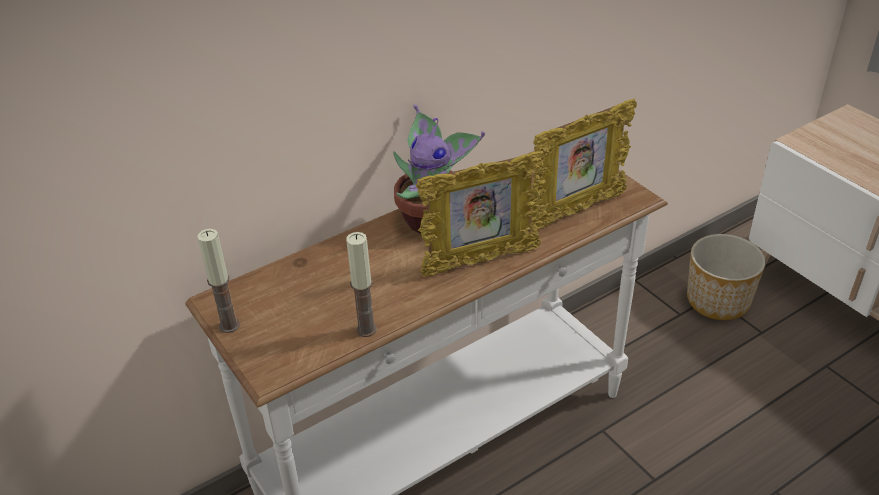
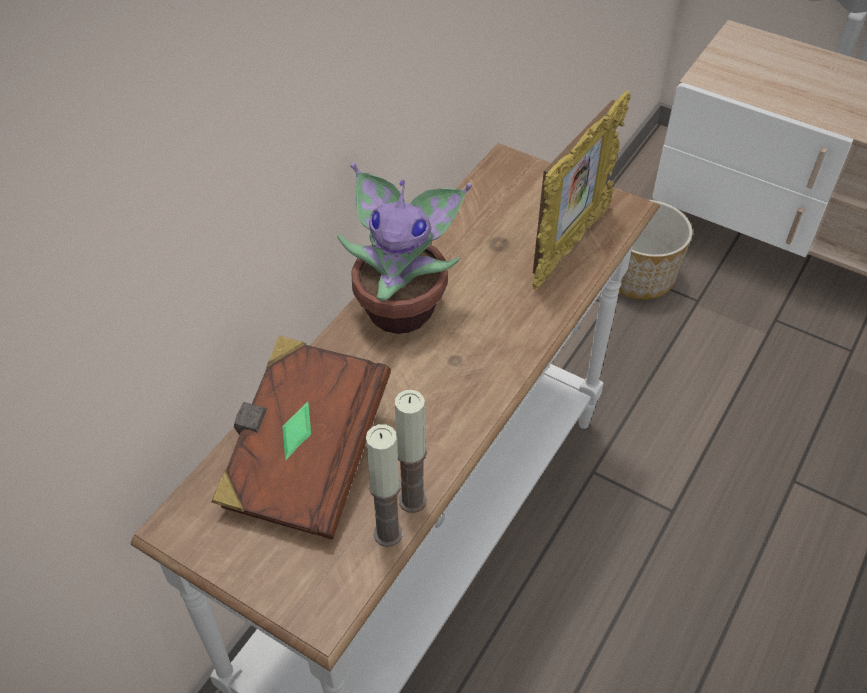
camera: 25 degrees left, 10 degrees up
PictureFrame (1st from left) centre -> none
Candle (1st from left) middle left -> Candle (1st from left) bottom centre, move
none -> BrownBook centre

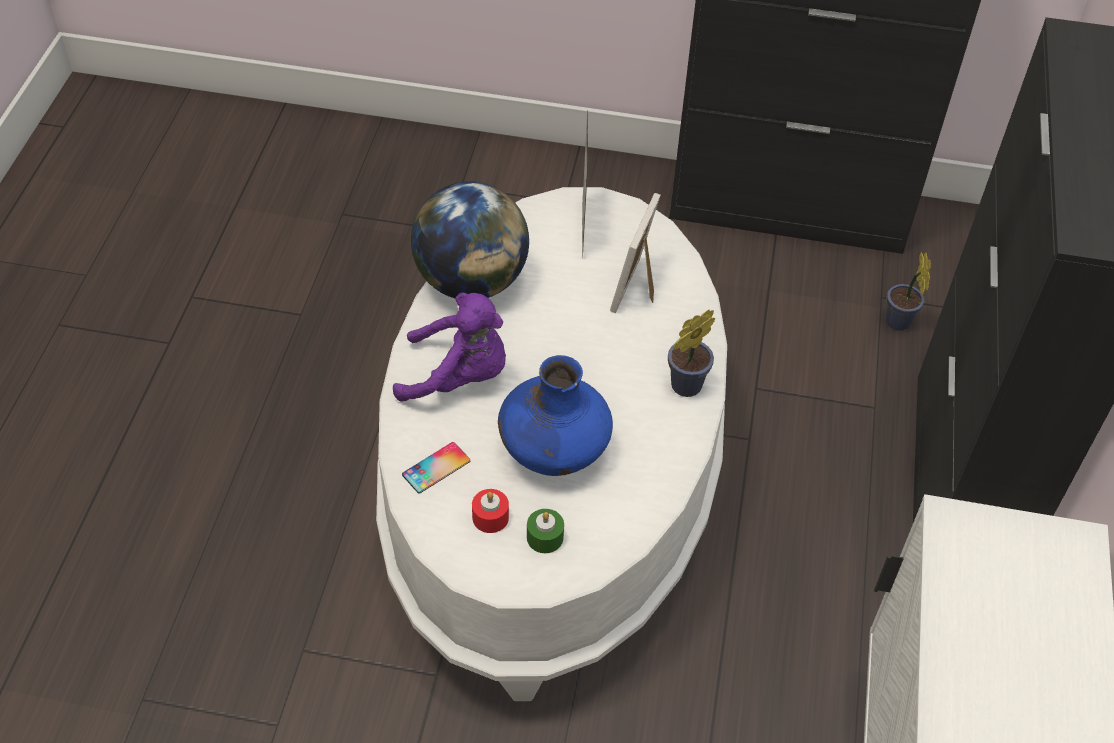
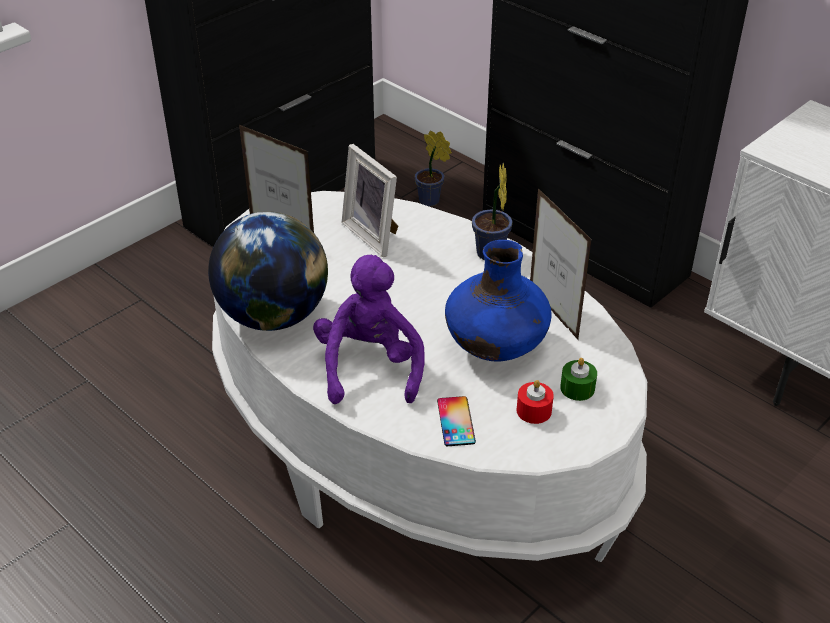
camera: 55 degrees left, 10 degrees down
PurplePlushToy centre, 45 degrees counterclockwise
none -> PictureFrame (3rd from left) middle right

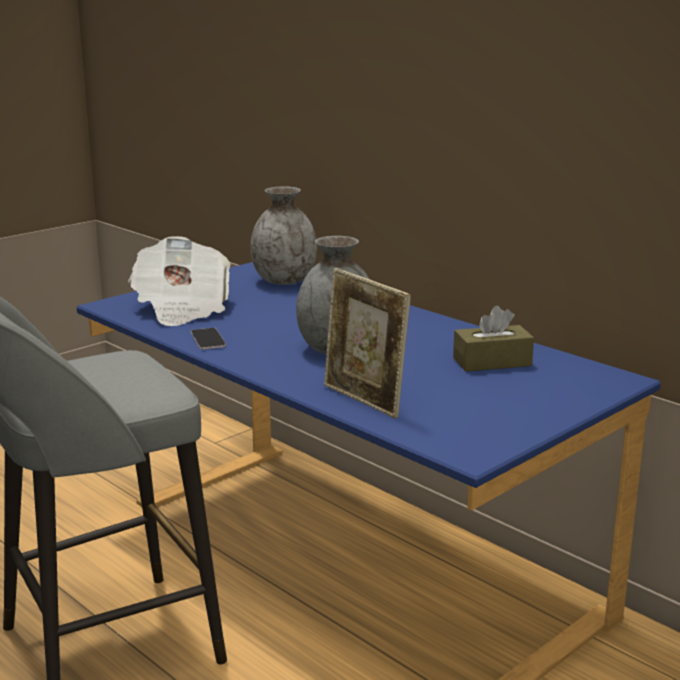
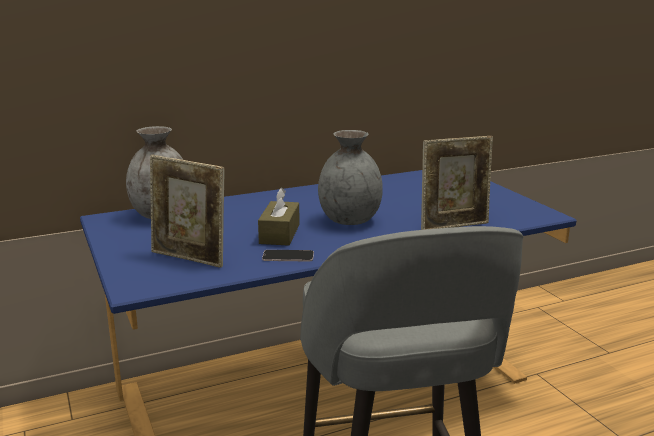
camera: 70 degrees left, 0 degrees up
Newspaper middle left -> PictureFrame (1st from left) middle left
BrownTissueBox middle right -> BrownTissueBox centre, move

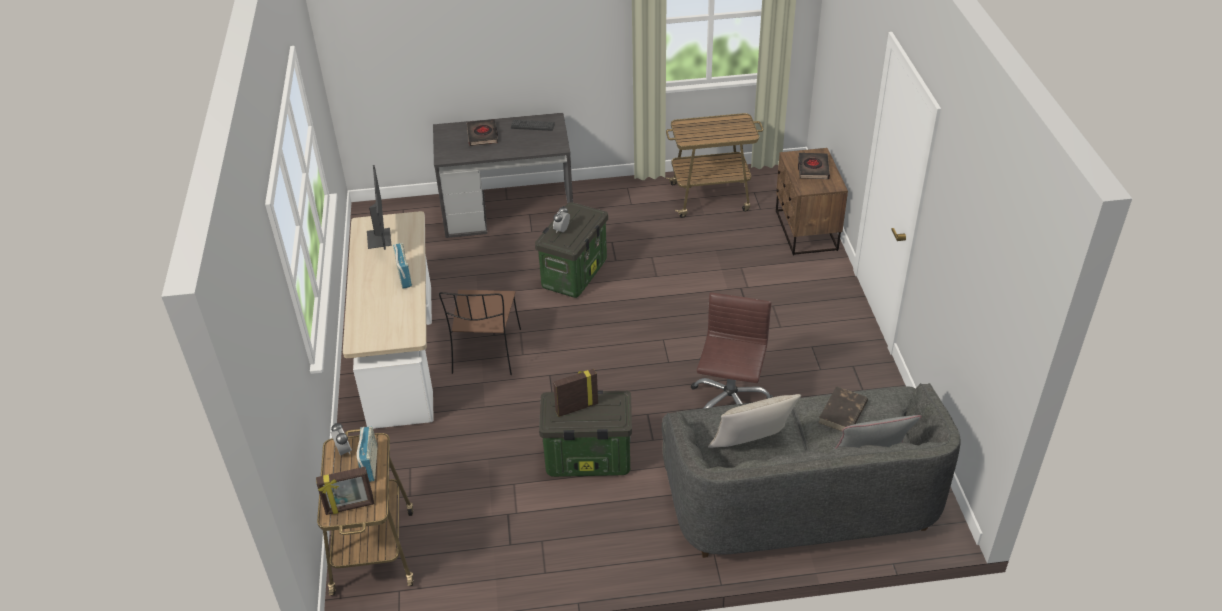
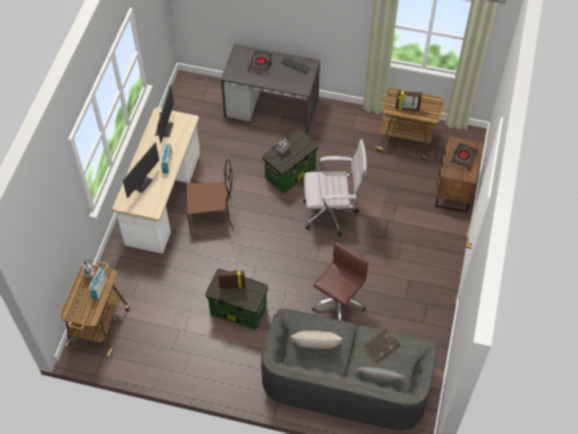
camera: 20 degrees right, 15 degrees up
BrownChair centre, 120 degrees counterclockwise
PictureFrame (1st from left in the first image) bottom left -> PictureFrame (2nd from left) top right, move
none -> WhiteOfficeChair centre
none -> Monitor (1st from left) middle left

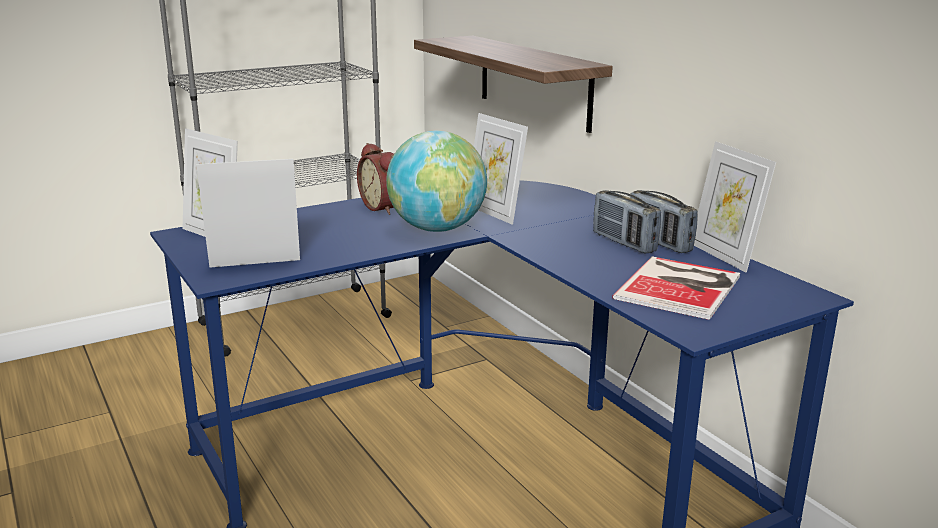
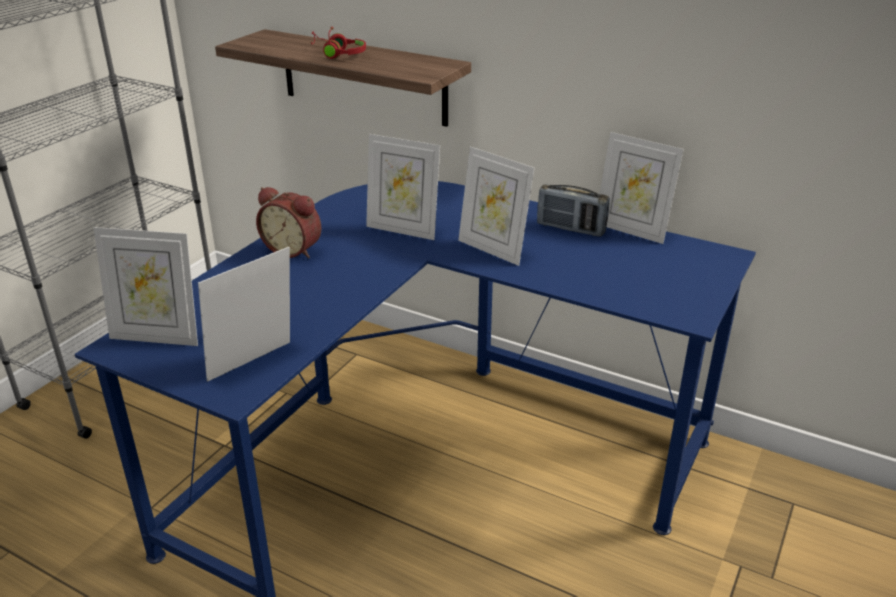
camera: 30 degrees left, 10 degrees up
Globe centre -> none
Radio (1st from left) middle right -> none
Book middle right -> none
none -> RedHeadphones top centre
none -> PictureFrame (4th from left) centre

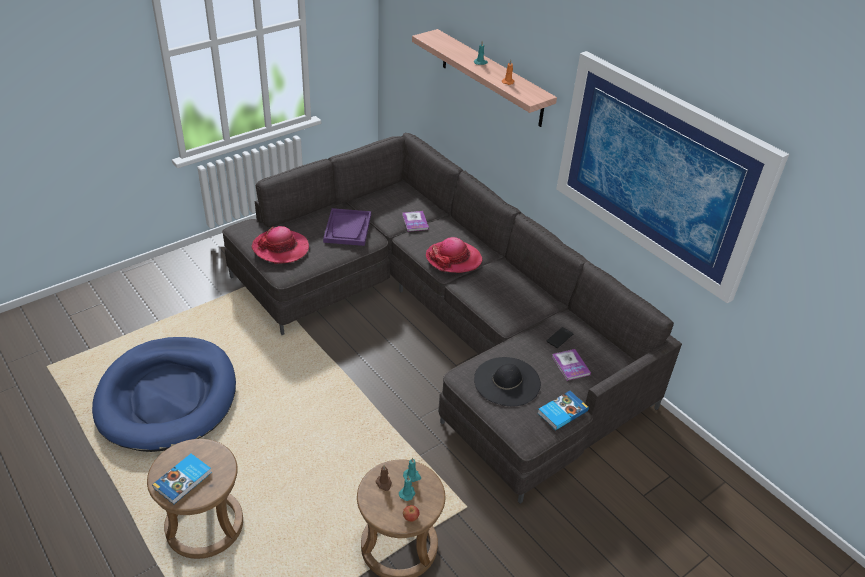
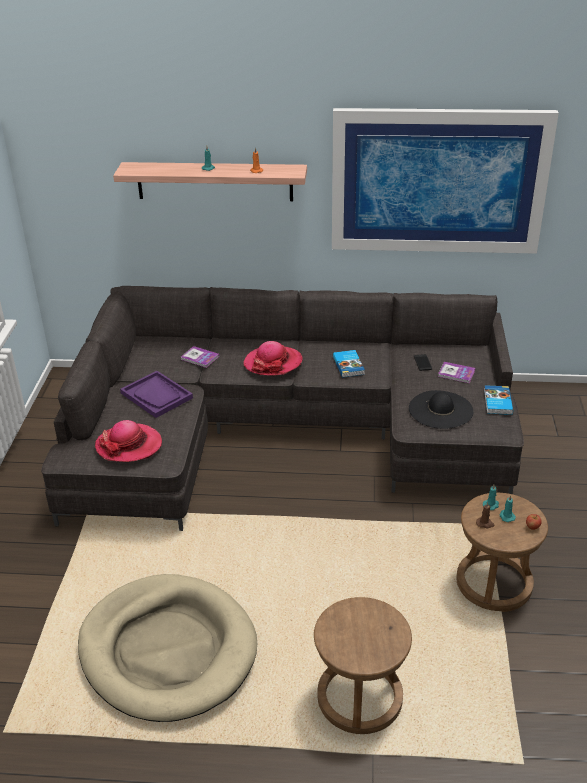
camera: 45 degrees left, 5 degrees down
BlueDogBed bottom left -> BeigeDogBed bottom left
Book (1st from left in the first image) bottom left -> Book (2nd from left) centre, move

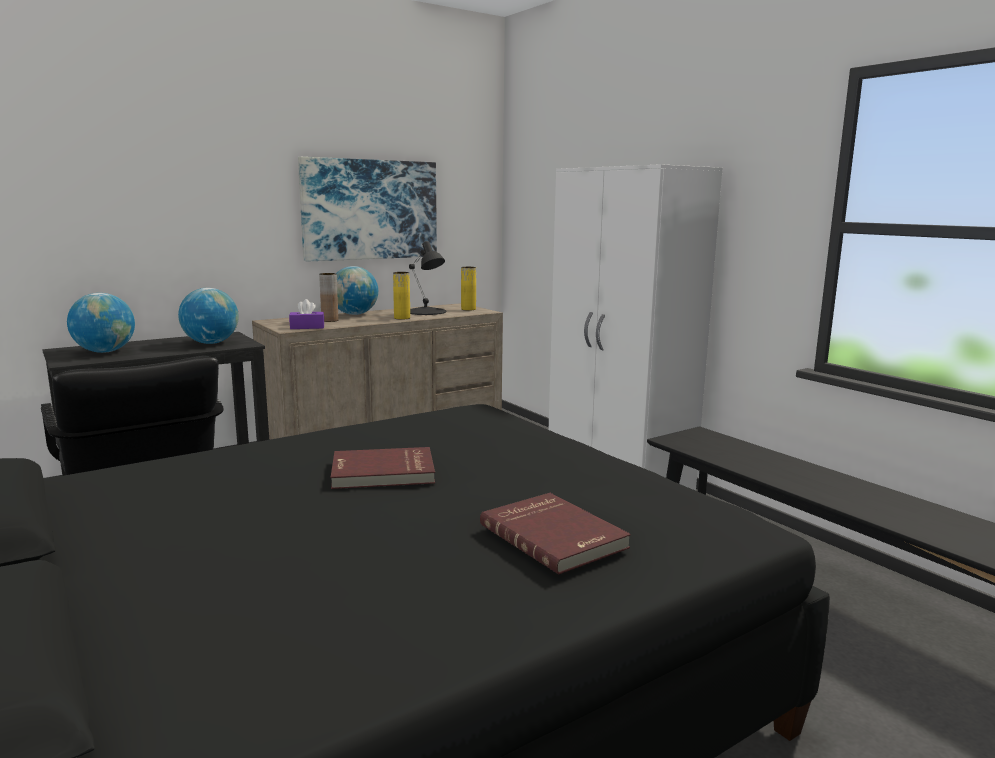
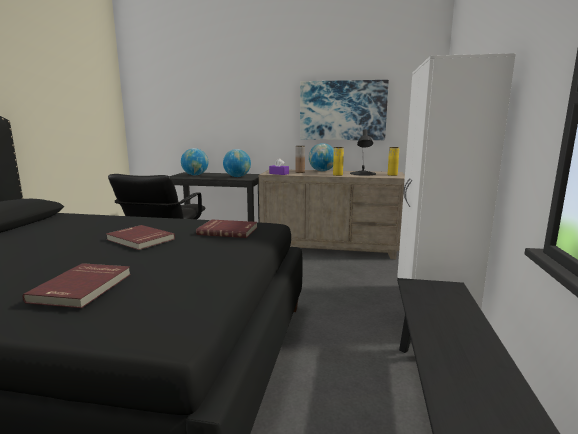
camera: 45 degrees right, 0 degrees up
none -> RedBook (3rd from left) centre

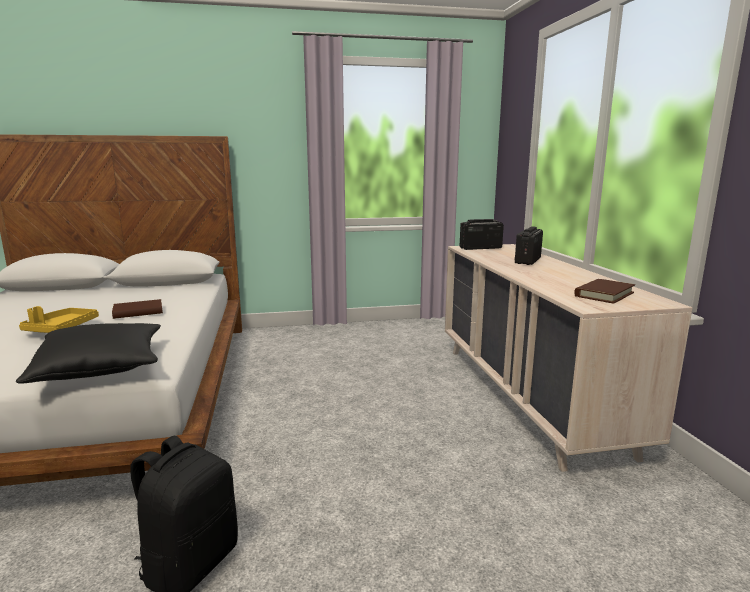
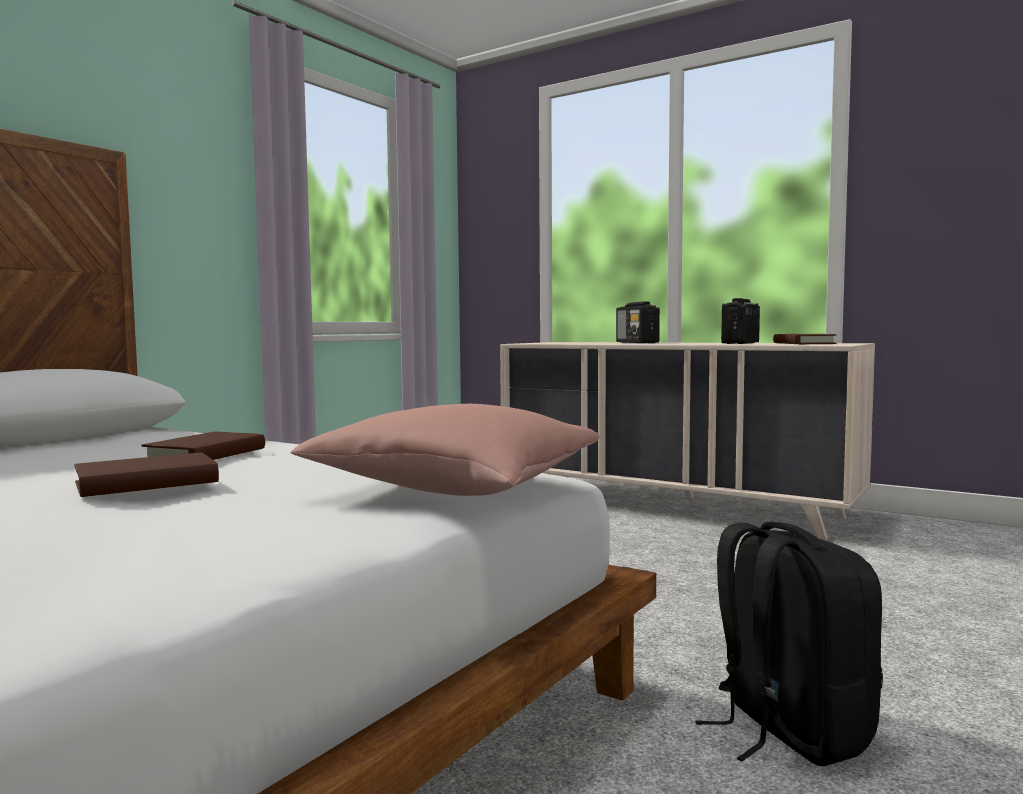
camera: 45 degrees left, 10 degrees down
Radio (1st from left in the first image) centre -> Radio (2nd from left) middle right, move
YellowTray middle left -> BrownBook (1st from left) middle left
BlackPillow middle left -> PinkPillow centre

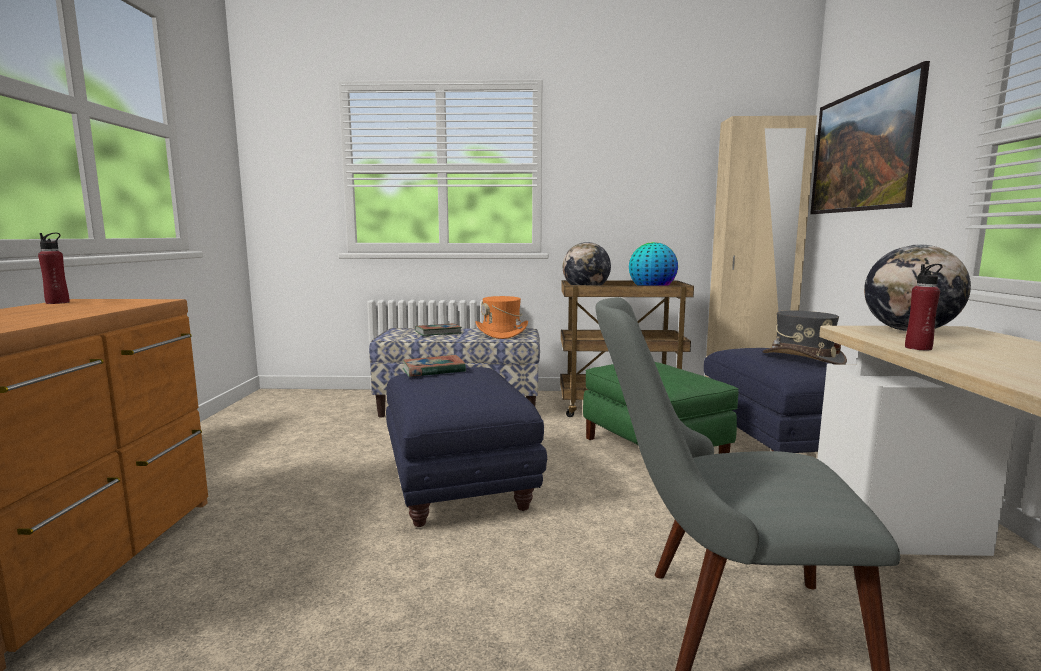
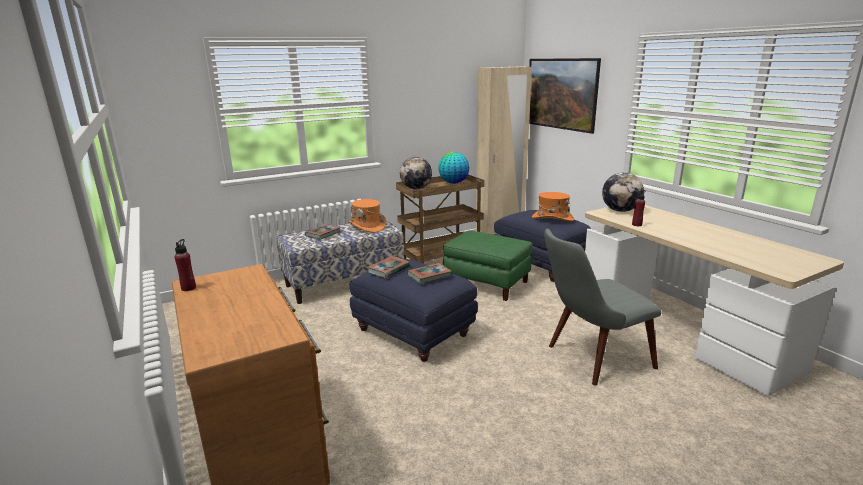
camera: 30 degrees left, 10 degrees up
GreyHat middle right -> OrangeHat (2nd from left) centre
none -> Book (3rd from left) centre

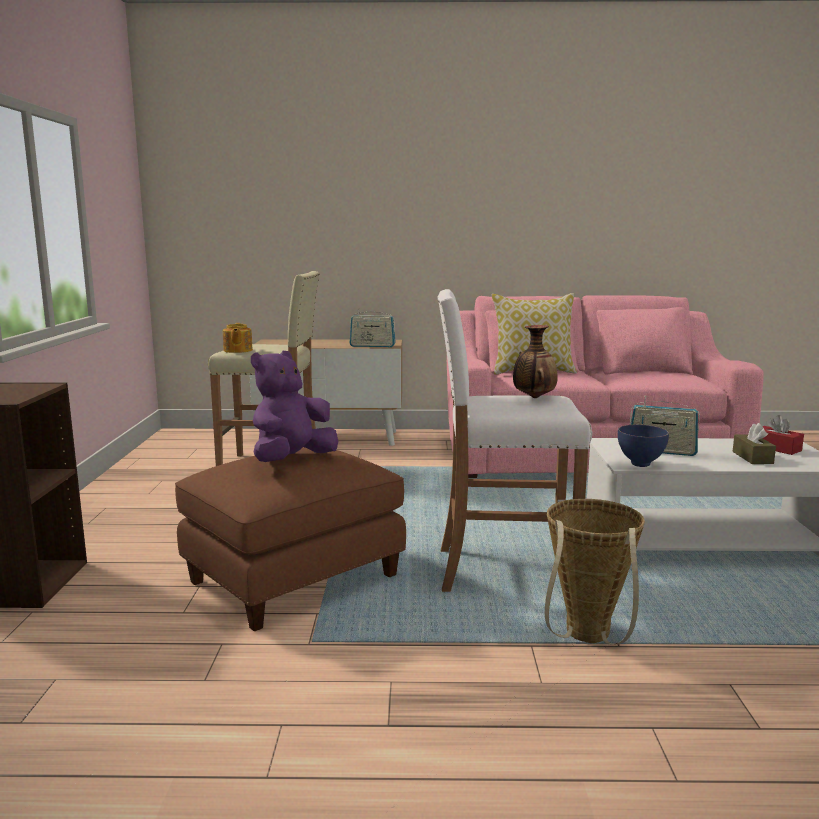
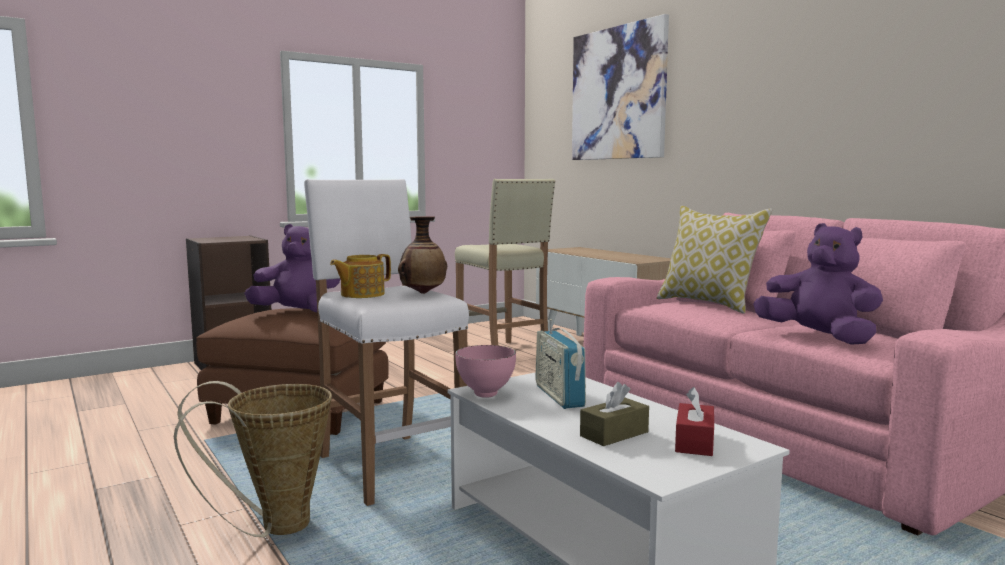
camera: 55 degrees right, 5 degrees down
Radio (1st from left) centre -> none
Teapot middle left -> Teapot centre, move
BlueBowl middle right -> PinkBowl centre
none -> Picture top centre
none -> PurplePlushToy (2nd from left) middle right

